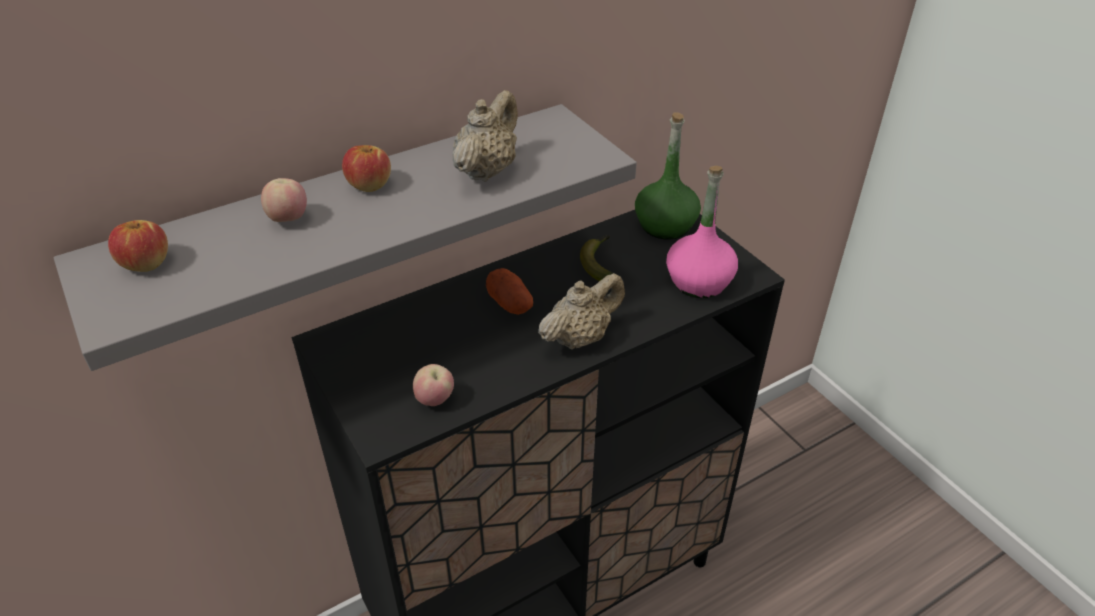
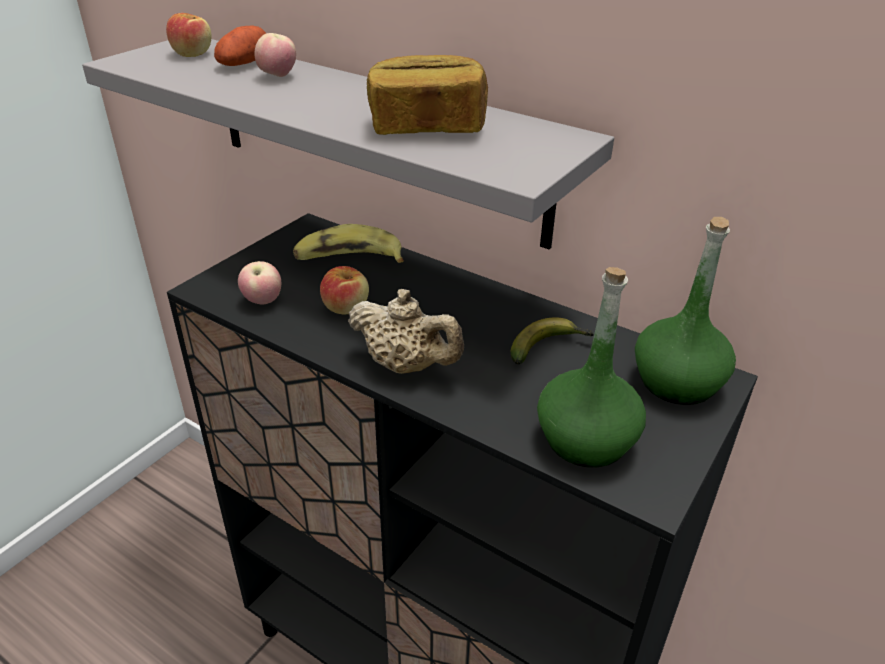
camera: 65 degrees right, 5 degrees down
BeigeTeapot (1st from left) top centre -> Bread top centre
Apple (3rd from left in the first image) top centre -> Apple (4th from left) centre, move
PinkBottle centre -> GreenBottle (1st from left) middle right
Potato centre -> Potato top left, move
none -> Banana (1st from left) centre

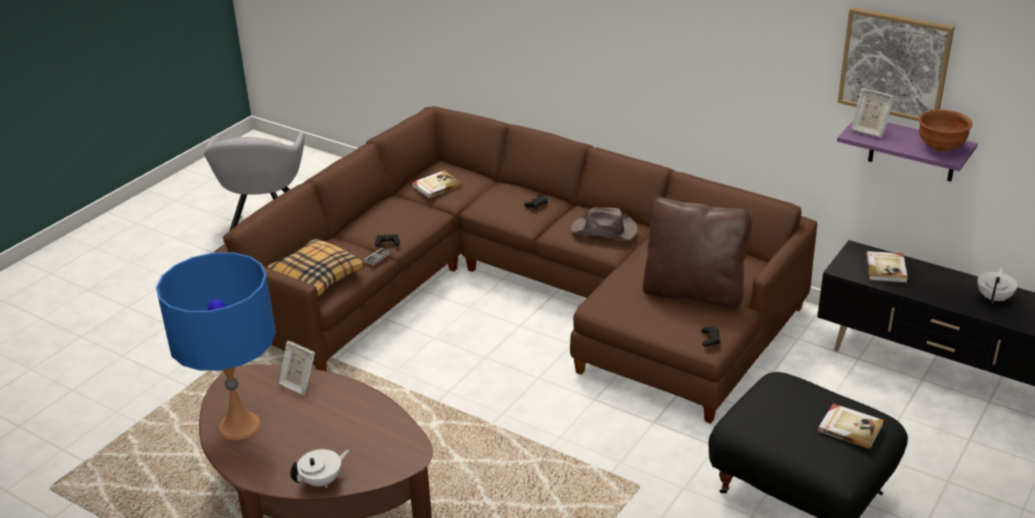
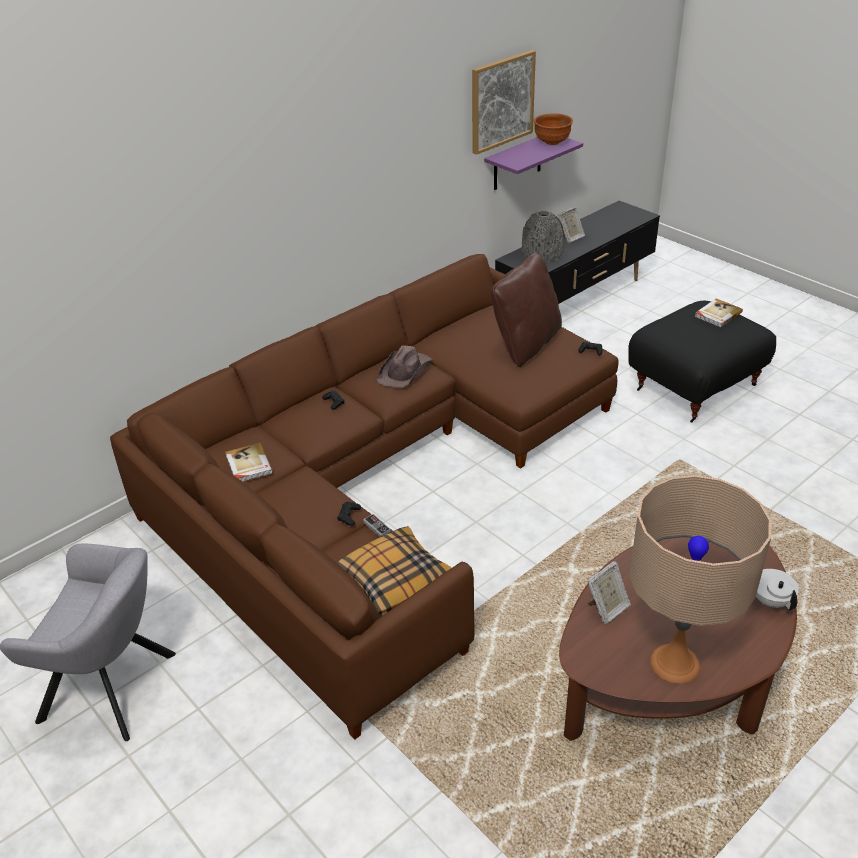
camera: 75 degrees left, 5 degrees up
PictureFrame (2nd from left in the first image) top right -> PictureFrame (1st from left) top centre, move
Book (3rd from left) middle right -> GreyVase top centre
BlueTableLamp bottom left -> BeigeTableLamp bottom right
WhiteTeapot (2nd from left) middle right -> none

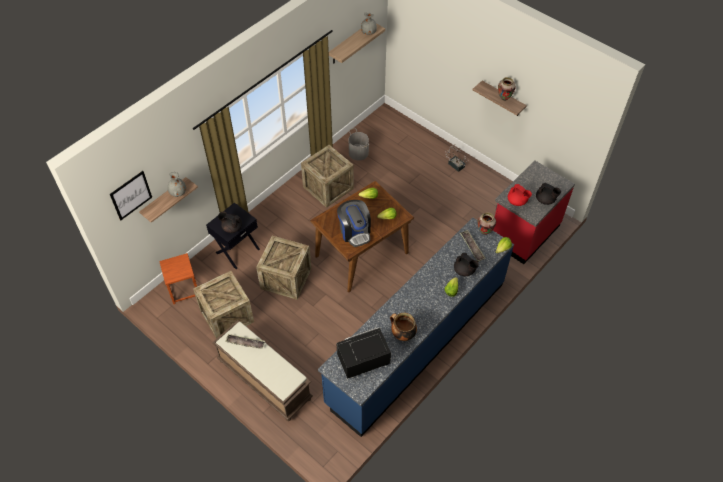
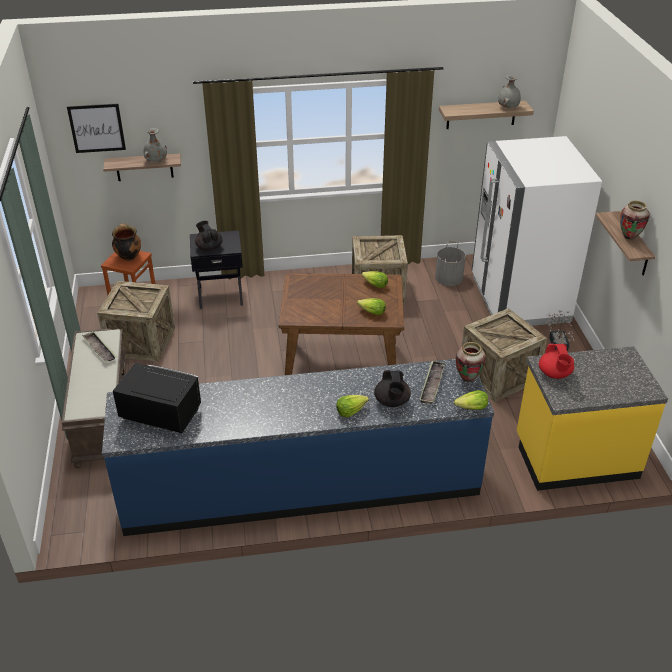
camera: 40 degrees right, 15 degrees down
RedCounter middle right -> YellowCounter middle right
BlackTeapot (3rd from left) middle right -> none
CoffeeMachine centre -> none
Crate (2nd from left in the first image) centre -> Crate (3rd from left) middle right, move
CookingPot bottom centre -> CookingPot middle left, move
none -> WhiteFridge middle right

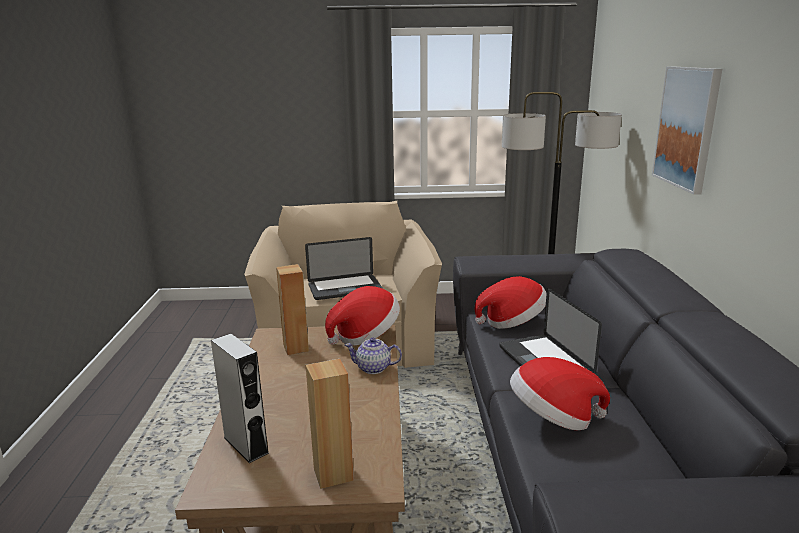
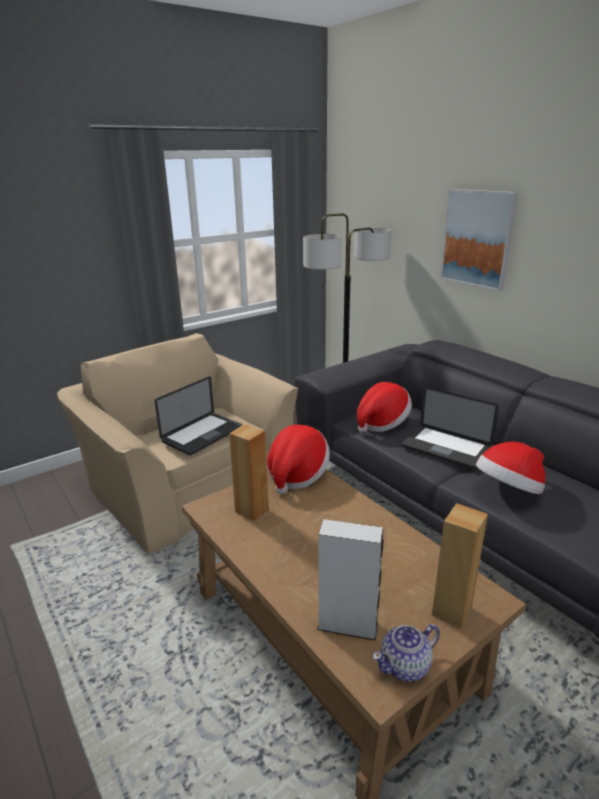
camera: 35 degrees left, 5 degrees up
Teapot centre -> Teapot bottom right, move

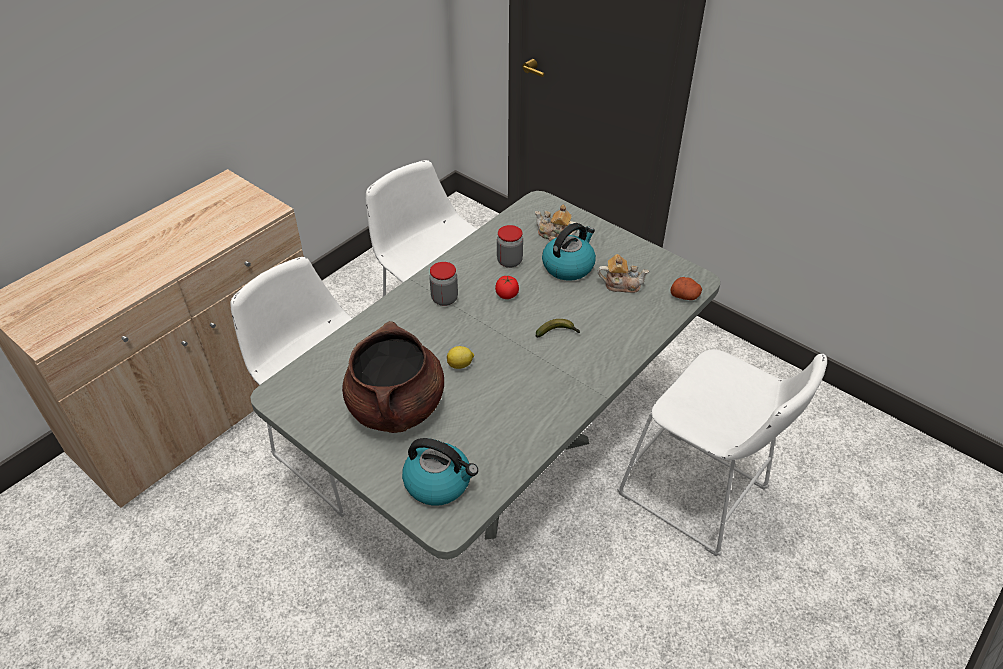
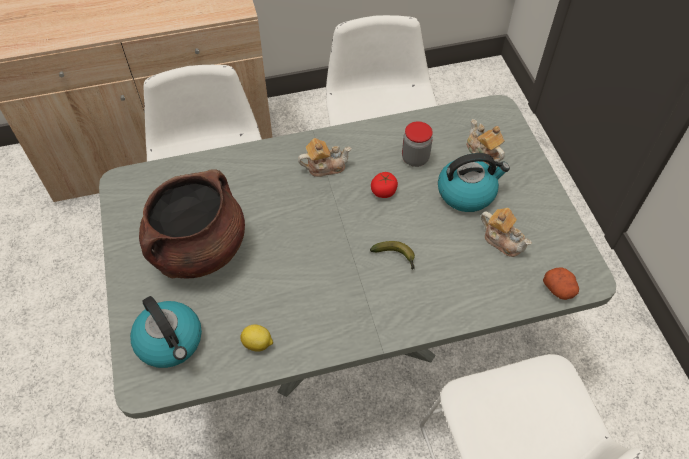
camera: 35 degrees right, 10 degrees up
Jar (1st from left) centre -> Teapot (1st from left) centre
Lemon centre -> Lemon bottom centre, move

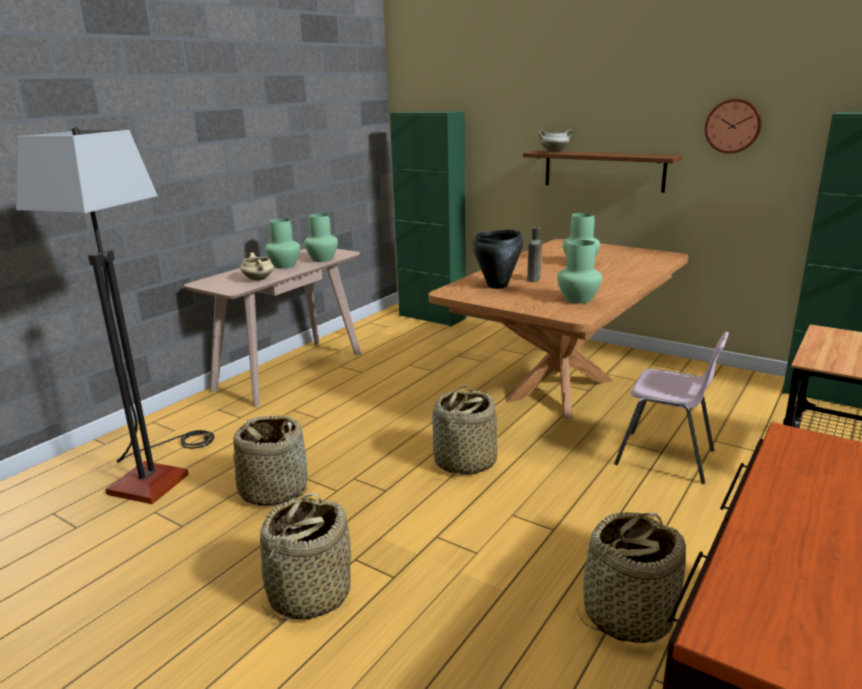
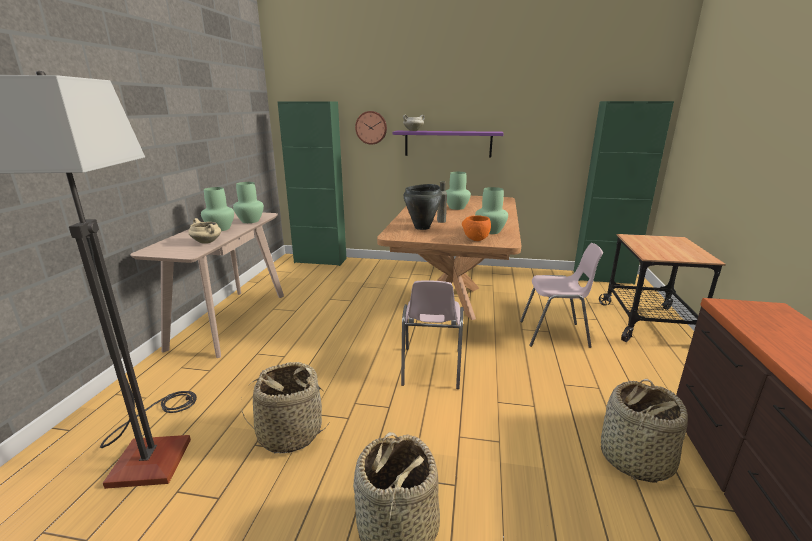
camera: 25 degrees left, 0 degrees up
WallClock top right -> WallClock top centre, move
BrownShelf top right -> PurpleShelf top centre
Basket (3rd from left) centre -> PinkChair (1st from left) centre
none -> OrangeBowl centre

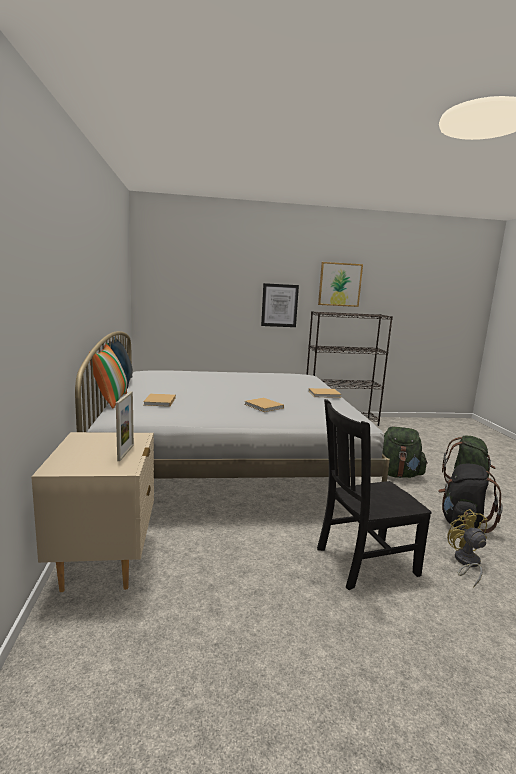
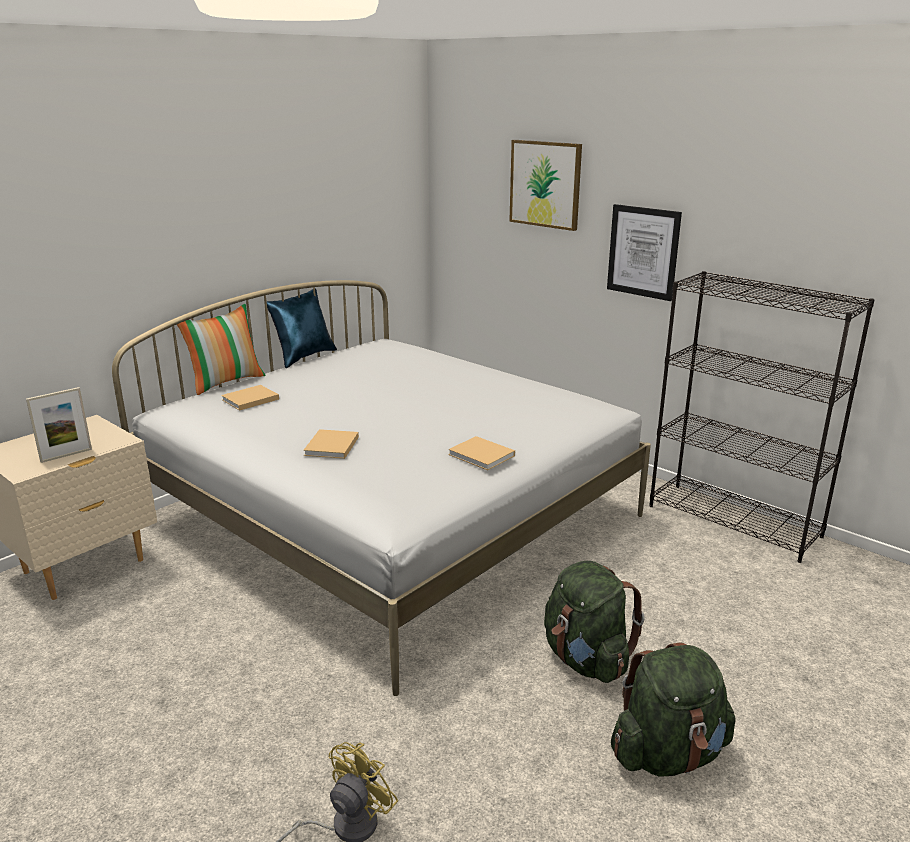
camera: 50 degrees right, 10 degrees up
Picture (2nd from left in the first image) centre -> Picture (1st from left) top centre, move
BlackChair middle right -> none
BlackBackpack middle right -> none

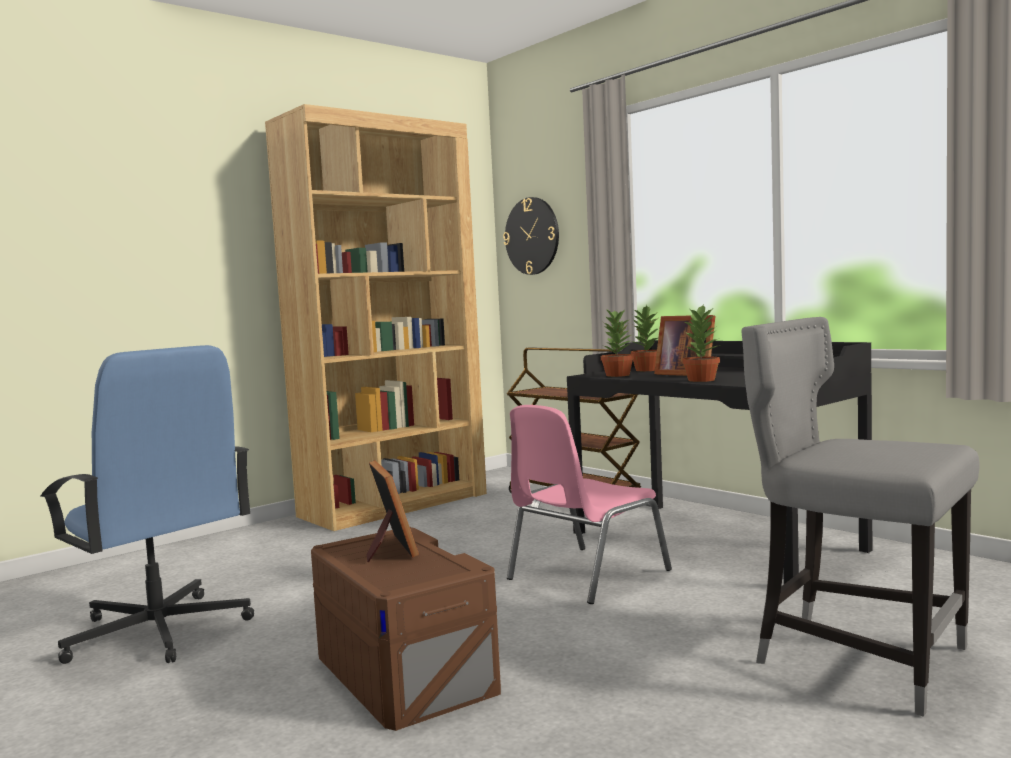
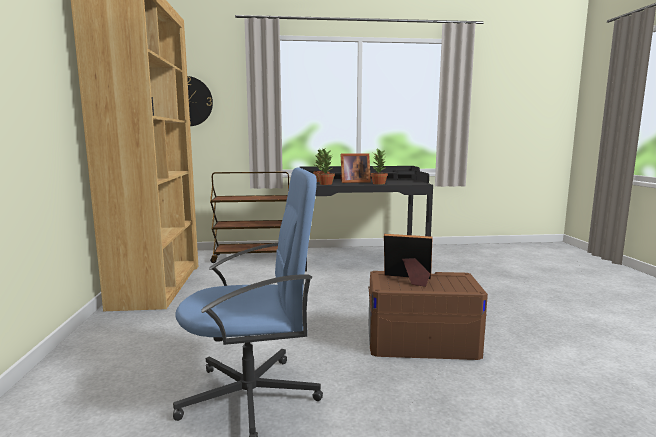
camera: 55 degrees left, 5 degrees up
GreyChair bottom right -> none
PinkChair centre -> none

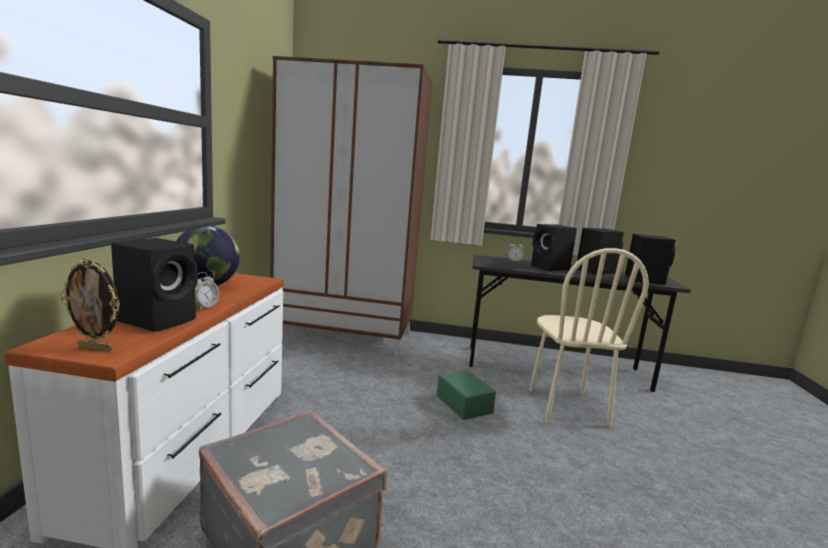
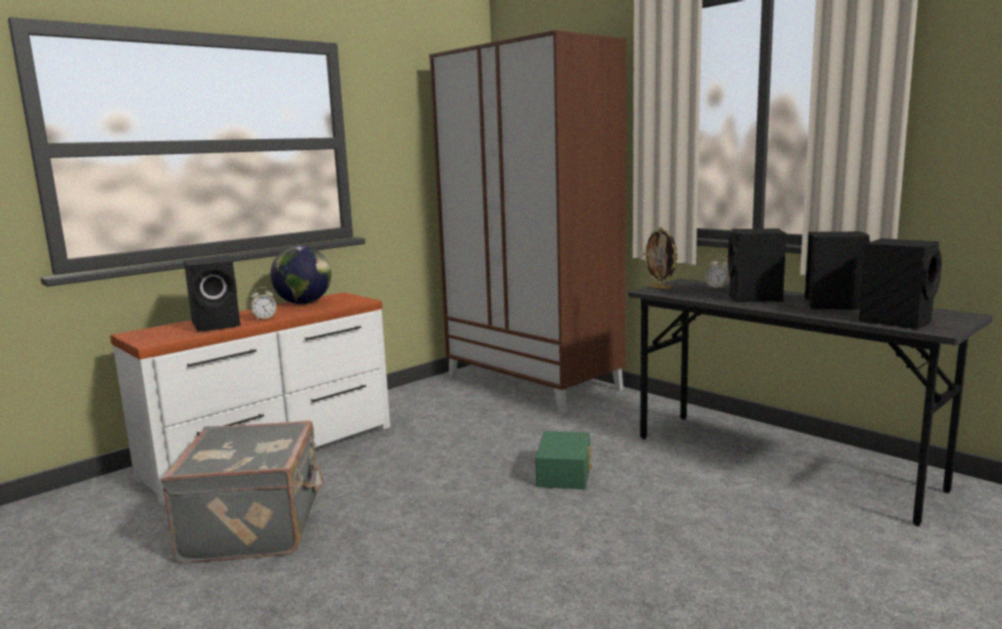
camera: 40 degrees right, 0 degrees up
BeigeChair middle right -> none
PictureFrame middle left -> PictureFrame centre, move

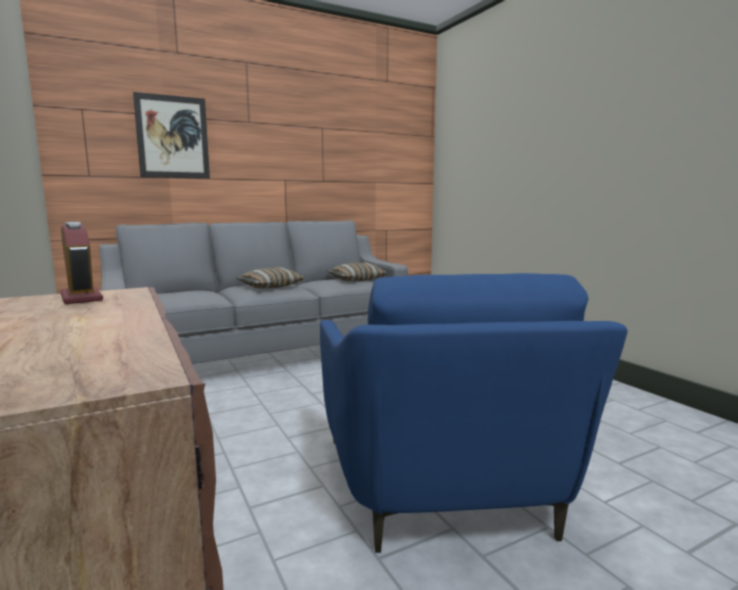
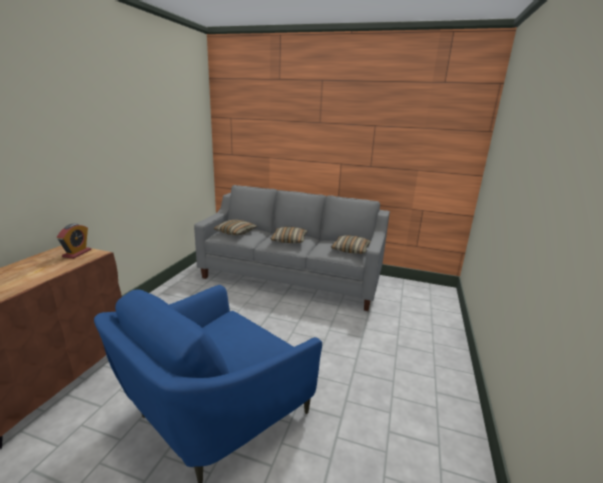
camera: 45 degrees right, 10 degrees up
Picture top left -> none
none -> Pillow (1st from left) centre

